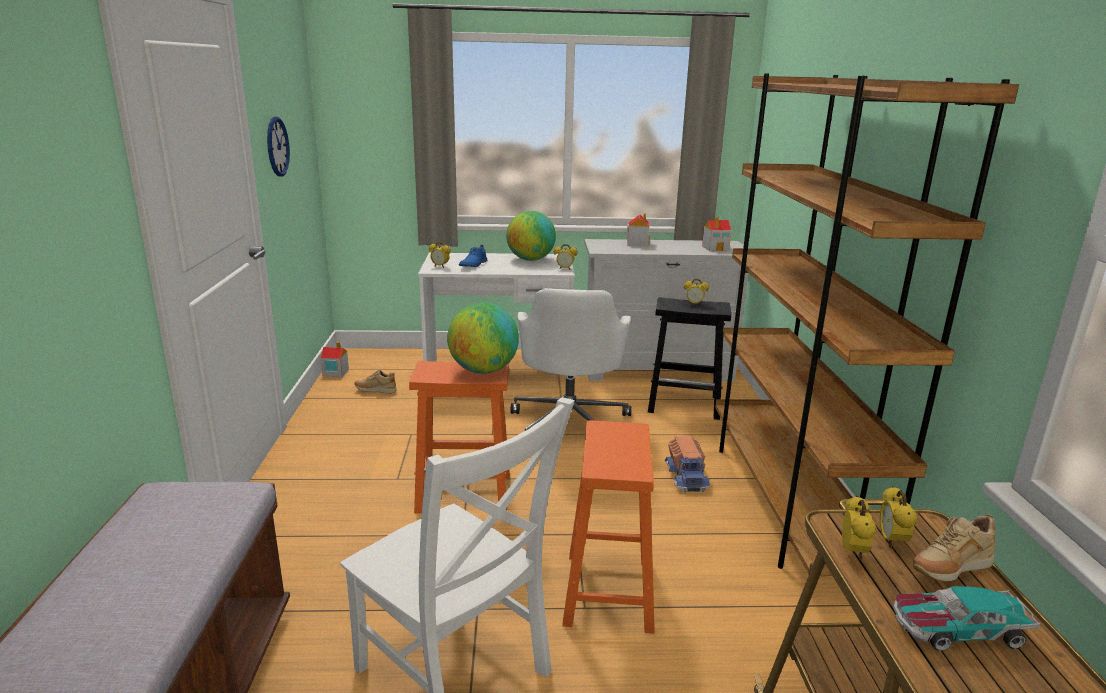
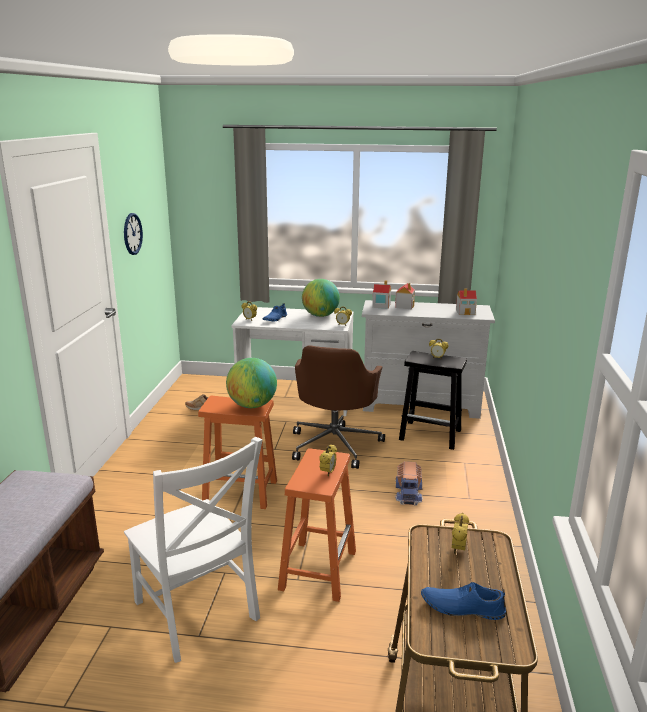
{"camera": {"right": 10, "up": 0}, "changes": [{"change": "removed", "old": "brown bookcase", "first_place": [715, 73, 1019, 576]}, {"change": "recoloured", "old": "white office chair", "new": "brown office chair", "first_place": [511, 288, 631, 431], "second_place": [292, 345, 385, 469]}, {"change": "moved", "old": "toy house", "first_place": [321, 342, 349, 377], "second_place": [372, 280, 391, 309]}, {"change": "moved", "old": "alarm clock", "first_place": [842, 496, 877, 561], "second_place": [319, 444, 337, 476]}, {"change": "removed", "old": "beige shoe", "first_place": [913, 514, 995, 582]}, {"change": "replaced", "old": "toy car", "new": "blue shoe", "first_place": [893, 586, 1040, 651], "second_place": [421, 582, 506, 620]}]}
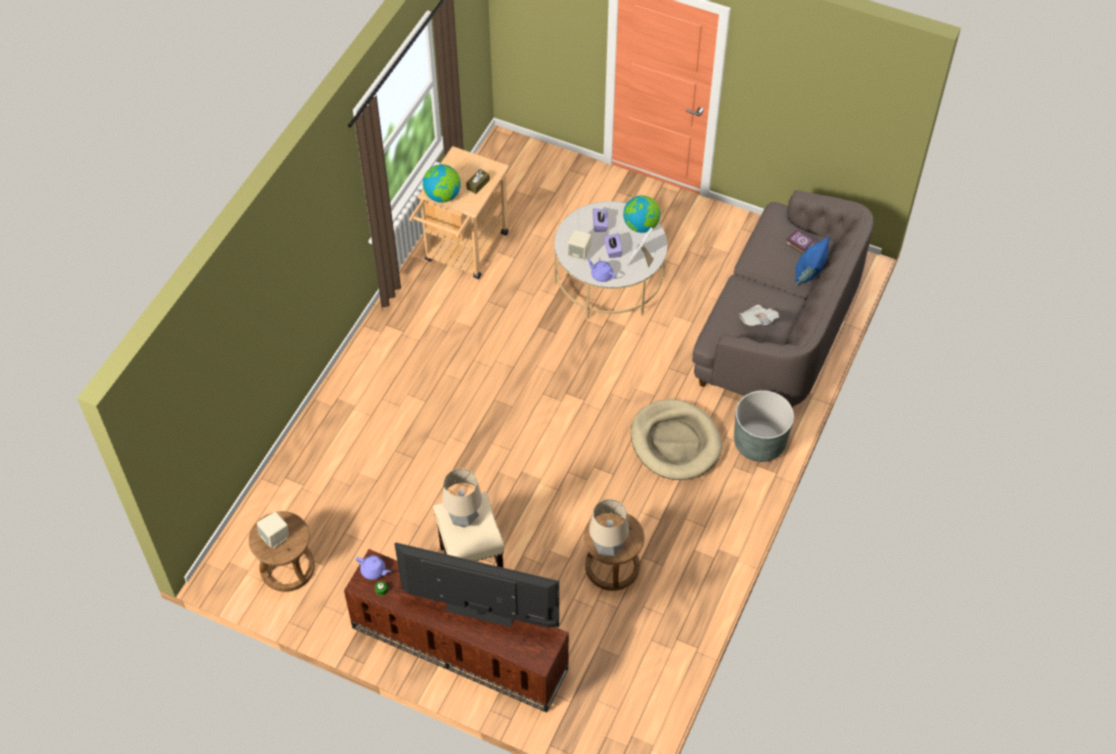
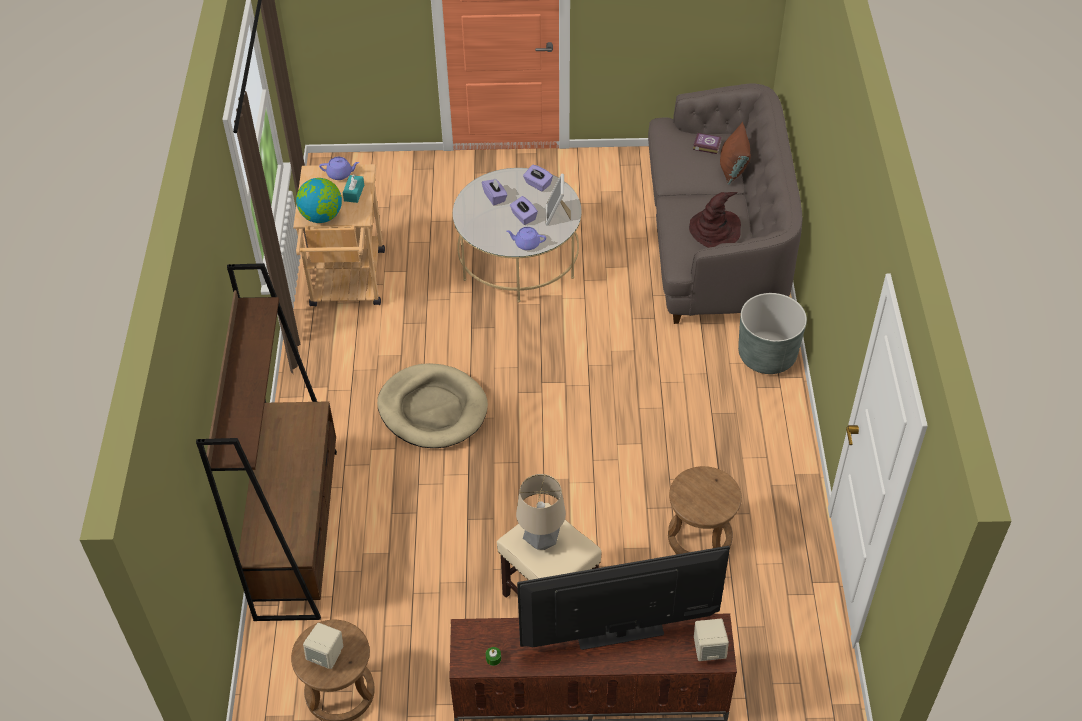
{"camera": {"right": -25, "up": -5}, "changes": [{"change": "recoloured", "old": "brown tissue box", "new": "turquoise tissue box", "first_place": [466, 169, 490, 194], "second_place": [343, 174, 364, 203]}, {"change": "replaced", "old": "globe", "new": "purple tissue box", "first_place": [623, 196, 660, 233], "second_place": [523, 165, 553, 191]}, {"change": "moved", "old": "beige speaker", "first_place": [567, 230, 592, 261], "second_place": [694, 619, 729, 661]}, {"change": "recoloured", "old": "blue pillow", "new": "brown pillow", "first_place": [796, 236, 829, 286], "second_place": [720, 122, 751, 185]}, {"change": "replaced", "old": "newspaper", "new": "brown hat", "first_place": [739, 305, 779, 326], "second_place": [689, 192, 741, 248]}, {"change": "moved", "old": "beige dog bed", "first_place": [631, 399, 722, 480], "second_place": [377, 363, 488, 448]}, {"change": "removed", "old": "table lamp", "first_place": [589, 499, 629, 557]}, {"change": "moved", "old": "purple teapot", "first_place": [356, 555, 391, 580], "second_place": [319, 157, 359, 180]}, {"change": "added", "new": "brown bookcase", "second_place": [196, 263, 337, 621]}]}
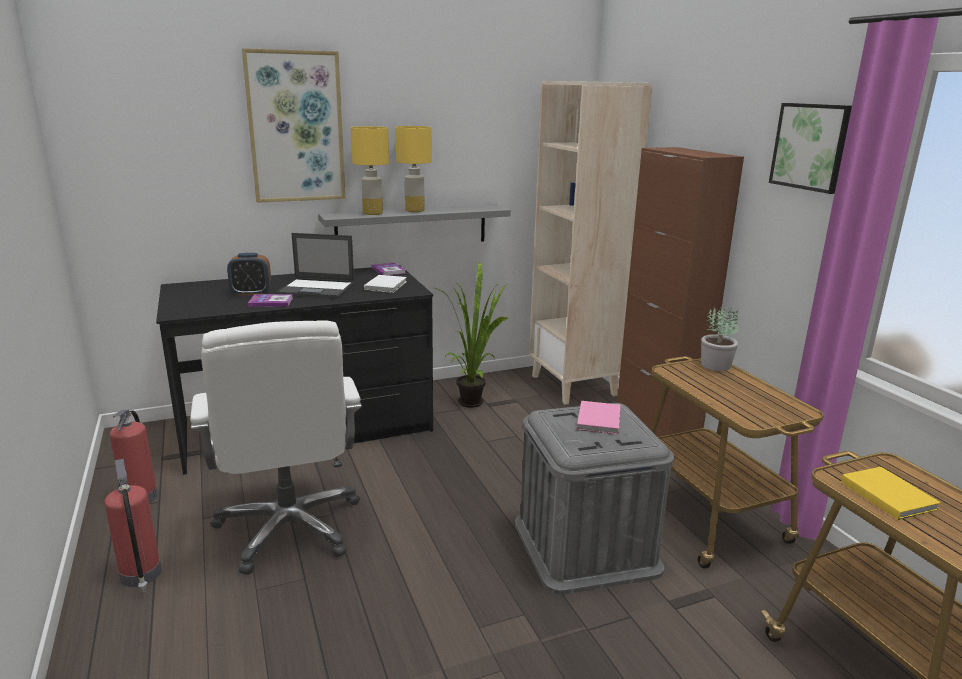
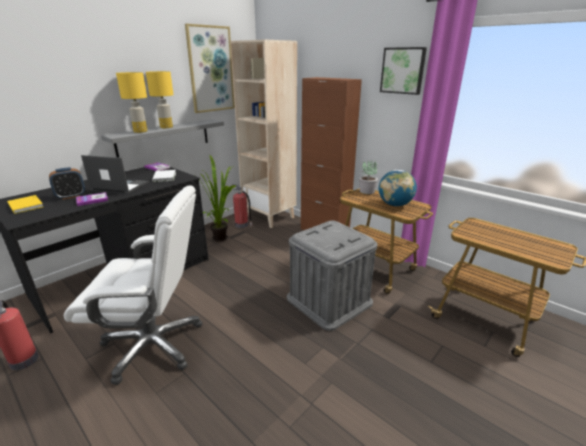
{"camera": {"right": -25, "up": 5}, "changes": [{"change": "moved", "old": "picture", "first_place": [242, 48, 346, 203], "second_place": [185, 24, 235, 113]}, {"change": "turned", "old": "laptop", "first_place": [276, 233, 355, 299], "second_place": [81, 155, 149, 194], "degrees": -150}, {"change": "turned", "old": "white office chair", "first_place": [190, 320, 362, 575], "second_place": [64, 185, 203, 385], "degrees": -45}, {"change": "removed", "old": "pink book", "first_place": [577, 401, 620, 435]}, {"change": "moved", "old": "fire extinguisher", "first_place": [105, 459, 162, 593], "second_place": [232, 184, 252, 228]}, {"change": "moved", "old": "yellow book", "first_place": [841, 467, 941, 520], "second_place": [7, 195, 44, 214]}, {"change": "added", "new": "globe", "second_place": [379, 170, 417, 206]}]}
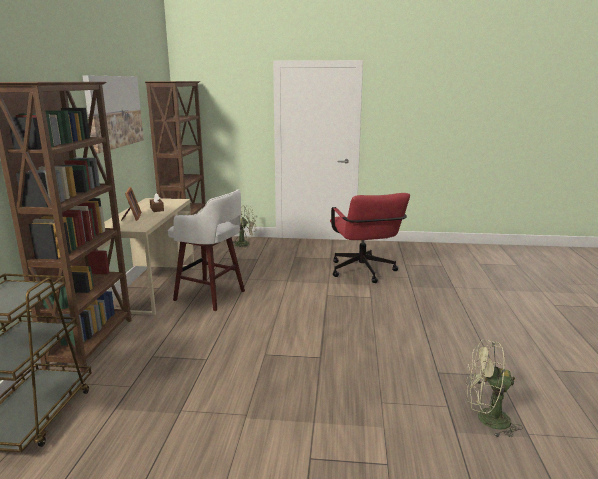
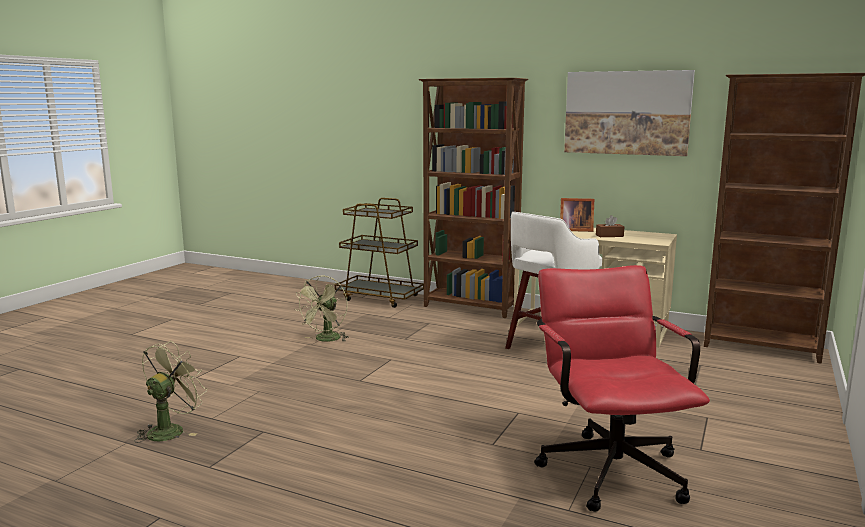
{"camera": {"right": 110, "up": -5}, "changes": [{"change": "turned", "old": "red office chair", "first_place": [330, 193, 410, 283], "second_place": [534, 265, 710, 512], "degrees": 75}, {"change": "moved", "old": "green fan", "first_place": [233, 205, 257, 249], "second_place": [295, 275, 349, 342]}]}
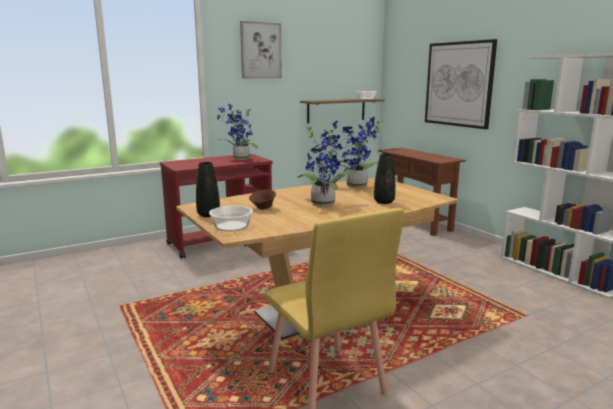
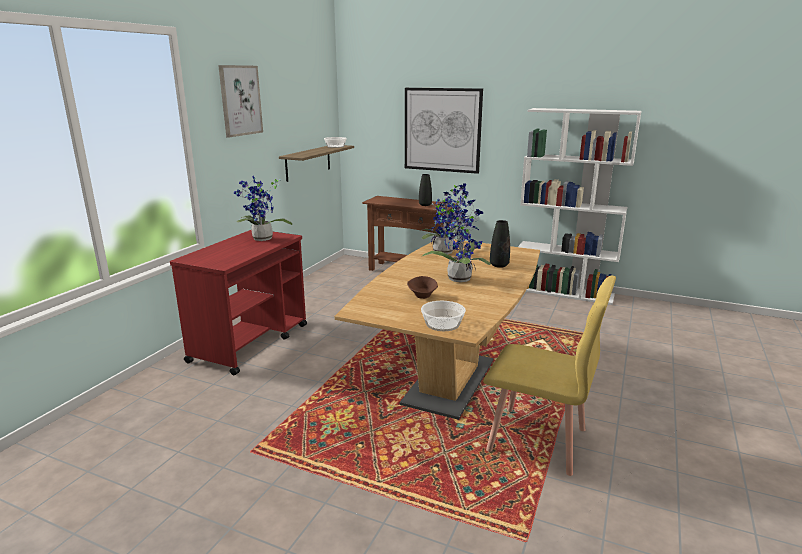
{"camera": {"right": -35, "up": 5}, "changes": [{"change": "moved", "old": "black vase", "first_place": [196, 162, 220, 217], "second_place": [419, 174, 432, 206]}]}
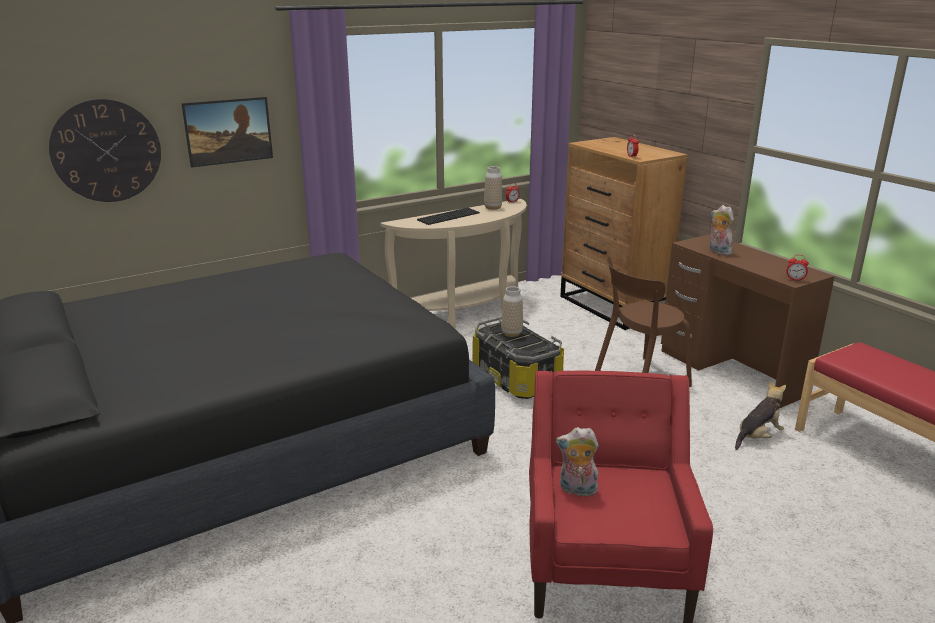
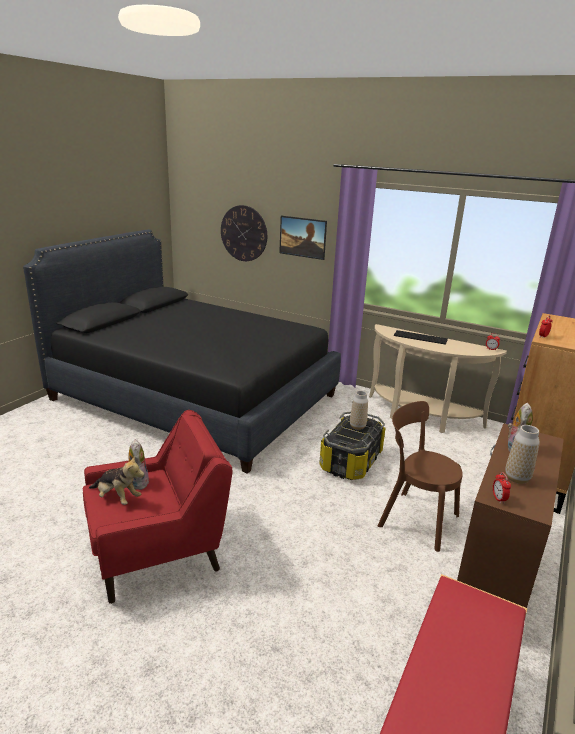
{"camera": {"right": 60, "up": 0}, "changes": [{"change": "moved", "old": "vase", "first_place": [484, 166, 502, 210], "second_place": [505, 425, 540, 484]}, {"change": "moved", "old": "plush toy", "first_place": [735, 381, 786, 450], "second_place": [89, 456, 144, 505]}]}
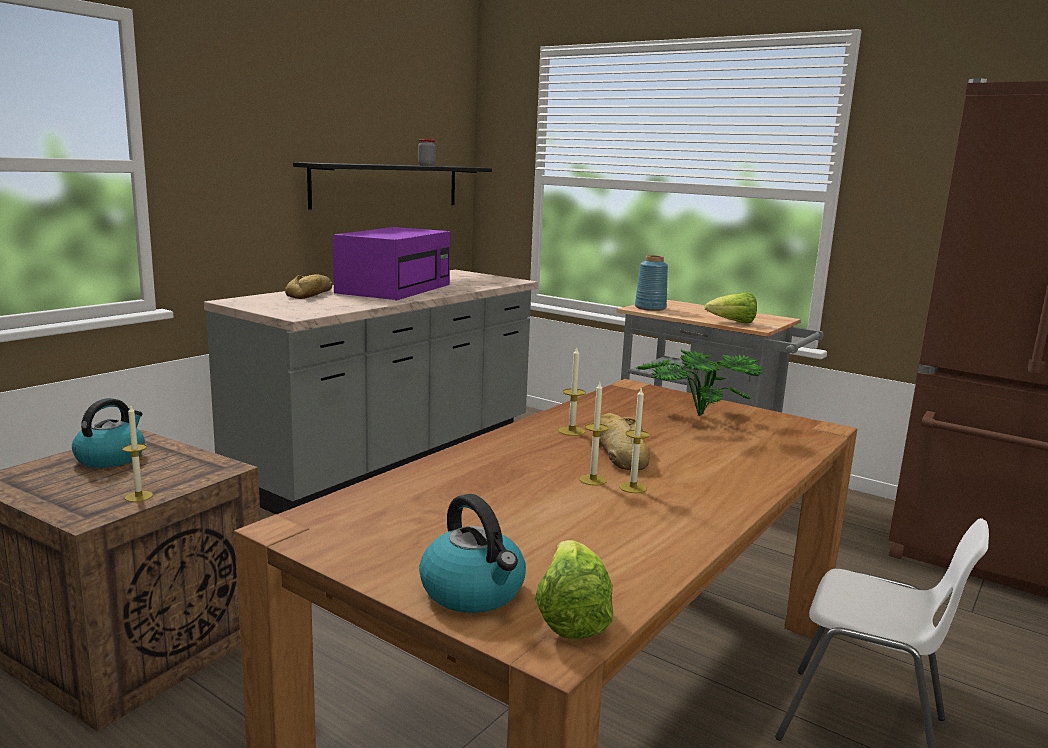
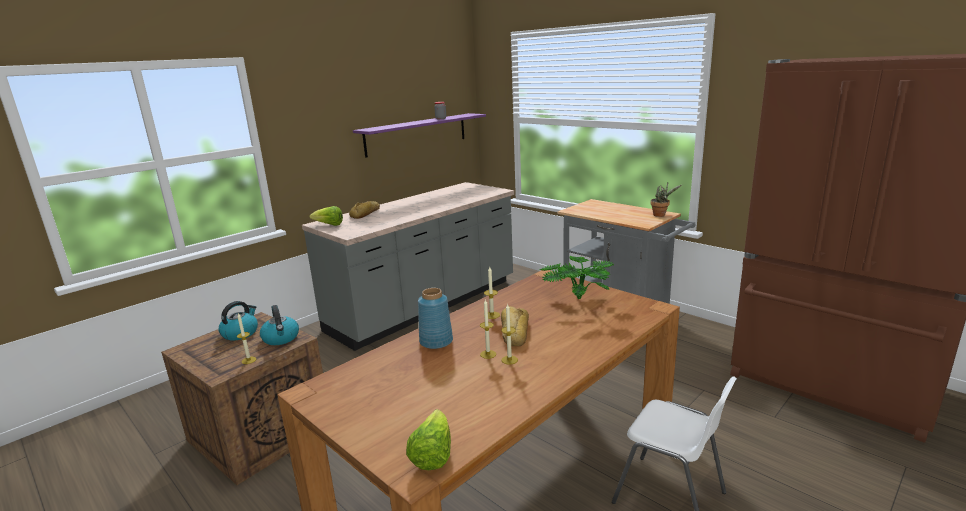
{"camera": {"right": 10, "up": 5}, "changes": [{"change": "recoloured", "old": "black shelf", "new": "purple shelf", "first_place": [293, 162, 492, 210], "second_place": [353, 113, 486, 158]}, {"change": "removed", "old": "purple microwave", "first_place": [333, 227, 451, 301]}, {"change": "moved", "old": "blue vase", "first_place": [635, 255, 668, 311], "second_place": [418, 288, 453, 349]}, {"change": "moved", "old": "lettuce", "first_place": [704, 292, 757, 323], "second_place": [309, 206, 343, 226]}, {"change": "moved", "old": "kettle", "first_place": [419, 494, 526, 613], "second_place": [260, 305, 299, 345]}, {"change": "added", "new": "potted plant", "second_place": [651, 182, 682, 217]}]}
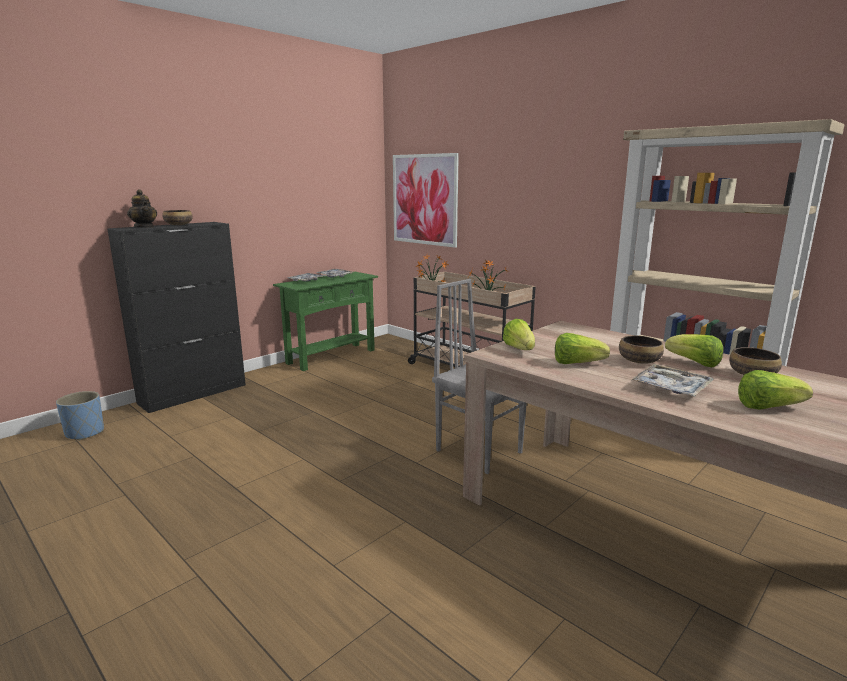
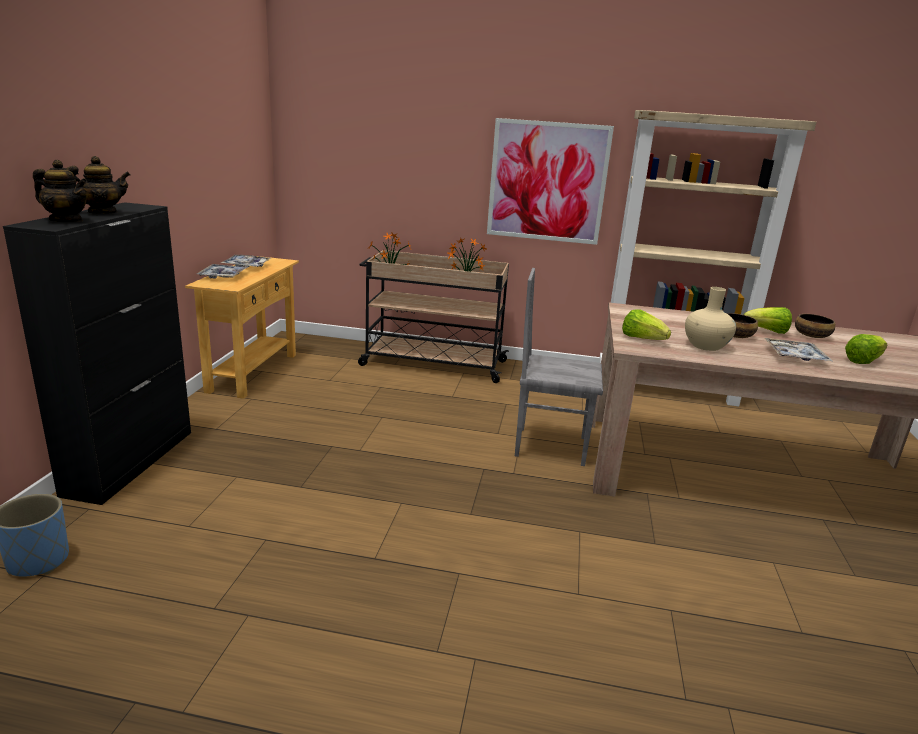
{"camera": {"right": -35, "up": 5}, "changes": [{"change": "moved", "old": "picture", "first_place": [393, 153, 459, 248], "second_place": [487, 118, 614, 245]}, {"change": "replaced", "old": "bowl", "new": "teapot", "first_place": [162, 210, 193, 225], "second_place": [67, 156, 130, 214]}, {"change": "recoloured", "old": "green console table", "new": "beige console table", "first_place": [273, 272, 378, 371], "second_place": [185, 256, 299, 399]}, {"change": "replaced", "old": "lettuce", "new": "beige vase", "first_place": [555, 333, 610, 364], "second_place": [685, 287, 736, 351]}]}
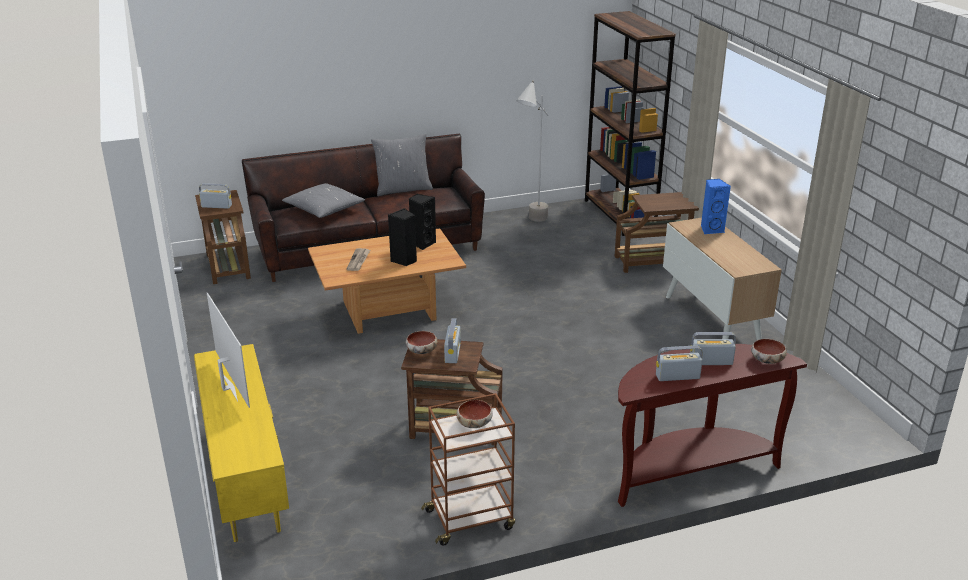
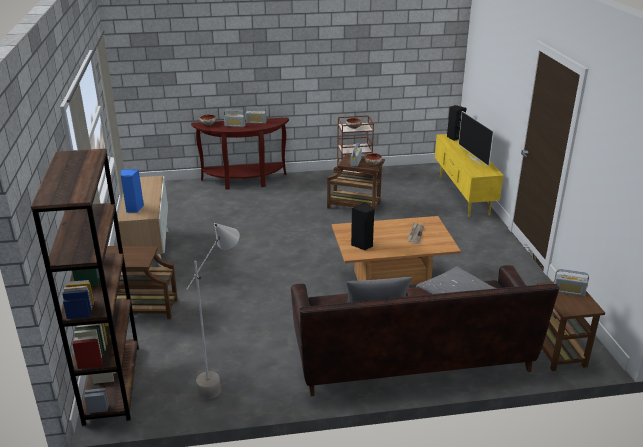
{"camera": {"right": -170, "up": 0}, "changes": [{"change": "moved", "old": "black speaker", "first_place": [388, 208, 417, 266], "second_place": [447, 105, 466, 141]}]}
